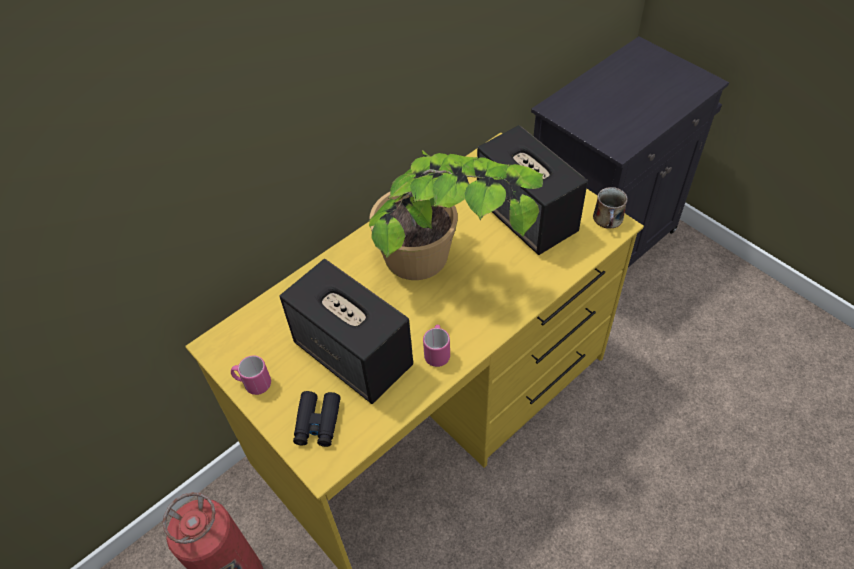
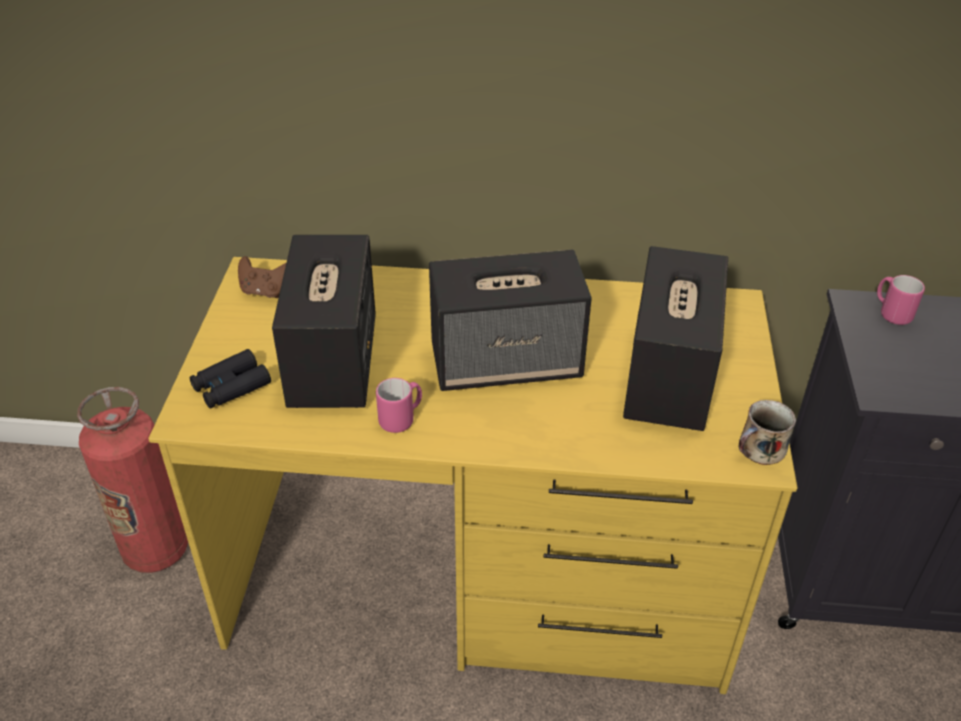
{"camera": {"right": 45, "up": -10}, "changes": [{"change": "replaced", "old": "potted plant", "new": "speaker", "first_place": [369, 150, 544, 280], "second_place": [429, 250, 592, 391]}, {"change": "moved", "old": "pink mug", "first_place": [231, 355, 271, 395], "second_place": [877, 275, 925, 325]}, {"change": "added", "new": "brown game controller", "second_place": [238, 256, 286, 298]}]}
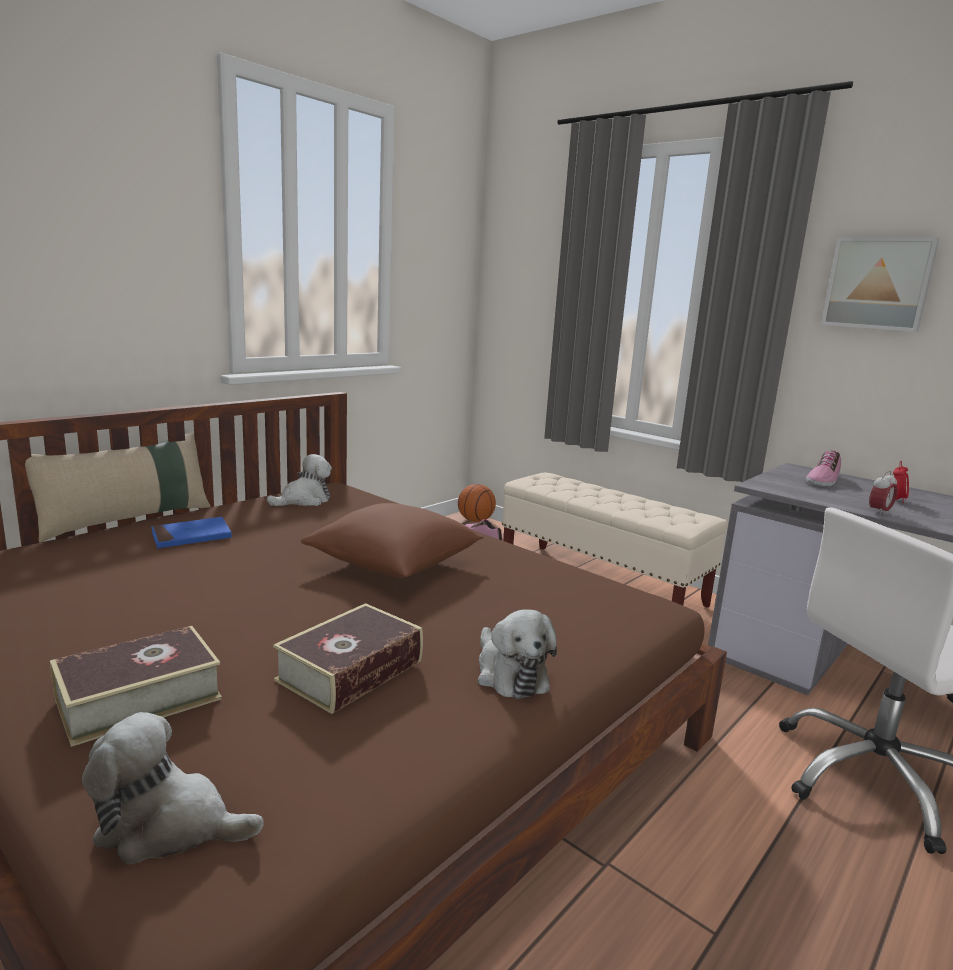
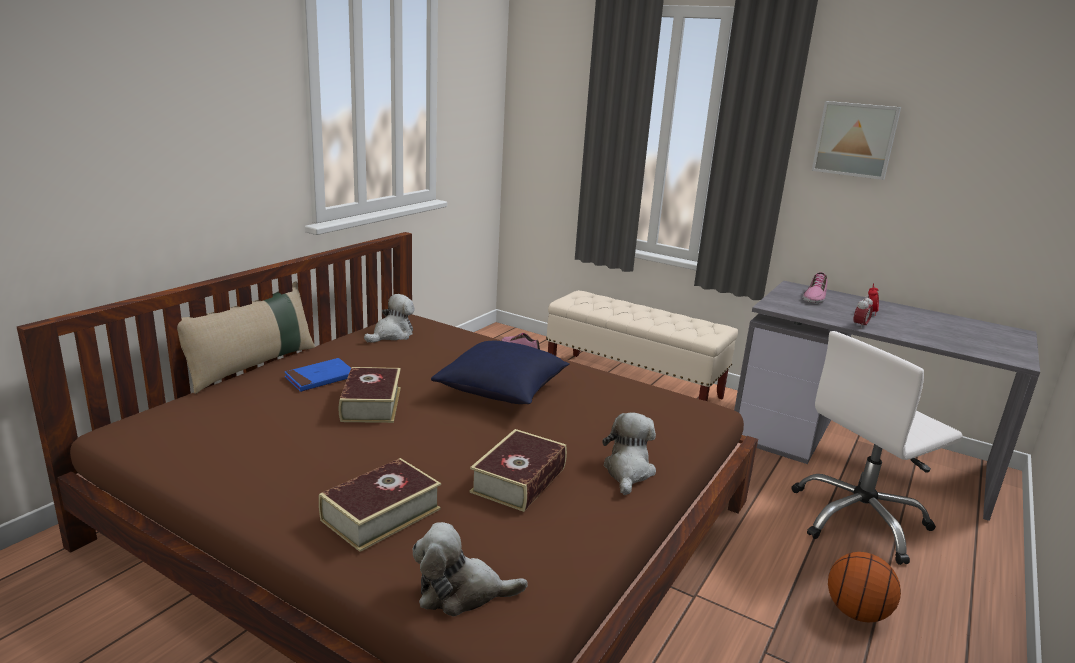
{"camera": {"right": -10, "up": 5}, "changes": [{"change": "moved", "old": "basketball", "first_place": [458, 484, 496, 522], "second_place": [828, 552, 901, 622]}, {"change": "recoloured", "old": "brown pillow", "new": "blue pillow", "first_place": [301, 503, 483, 578], "second_place": [431, 341, 570, 404]}, {"change": "turned", "old": "plush toy", "first_place": [478, 609, 557, 699], "second_place": [602, 413, 656, 495], "degrees": -135}, {"change": "added", "new": "book", "second_place": [339, 367, 401, 423]}]}
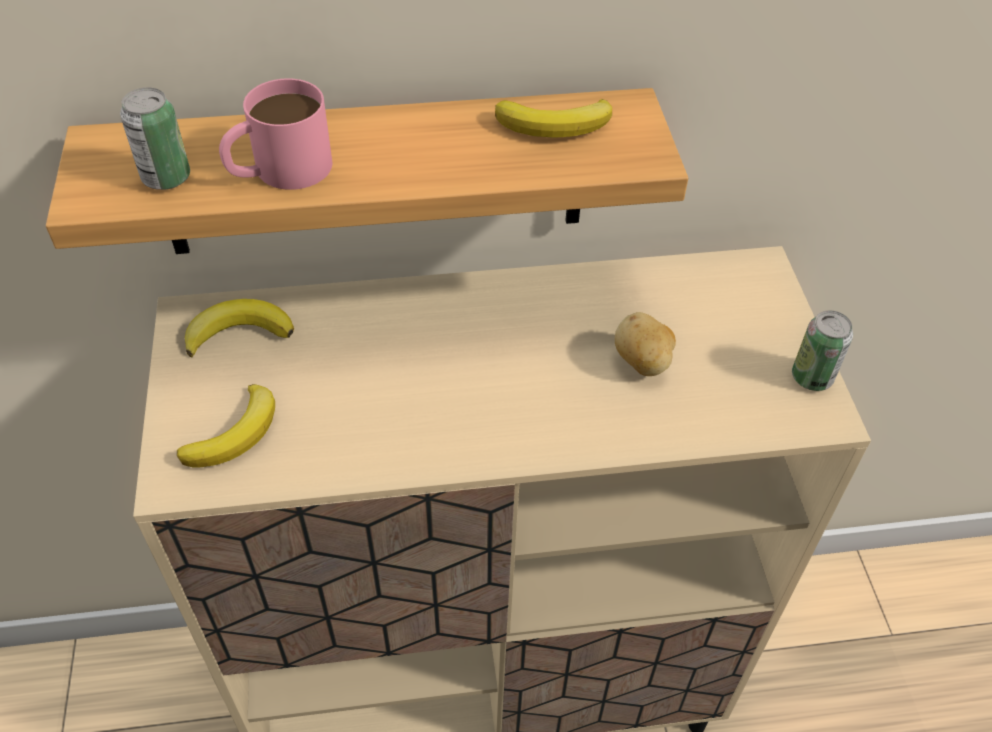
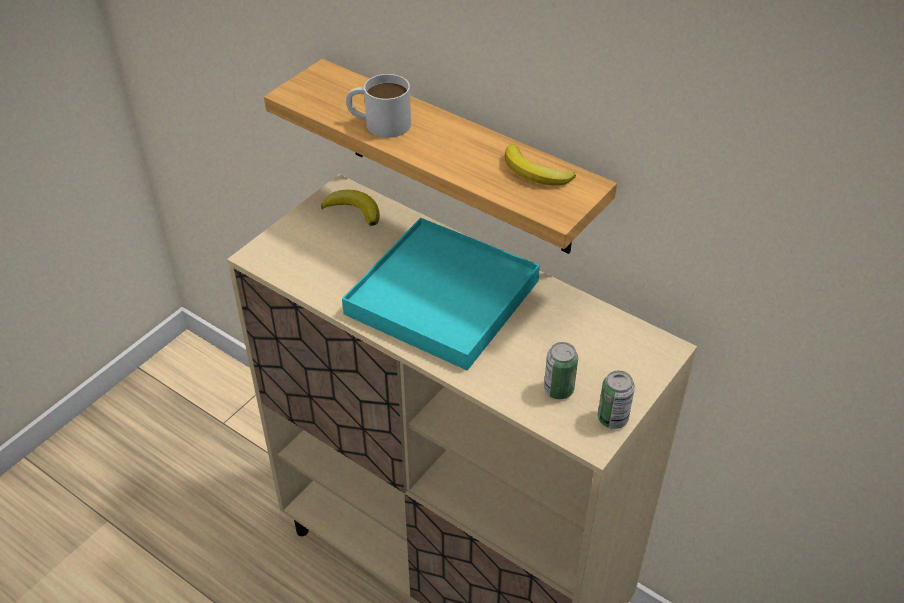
{"camera": {"right": 45, "up": -5}, "changes": [{"change": "recoloured", "old": "pink mug", "new": "white mug", "first_place": [219, 78, 332, 190], "second_place": [346, 74, 411, 138]}, {"change": "moved", "old": "can", "first_place": [120, 87, 190, 190], "second_place": [544, 342, 578, 399]}, {"change": "removed", "old": "potato", "first_place": [615, 312, 676, 376]}, {"change": "removed", "old": "banana", "first_place": [177, 384, 275, 467]}, {"change": "added", "new": "turquoise tray", "second_place": [342, 218, 540, 371]}]}
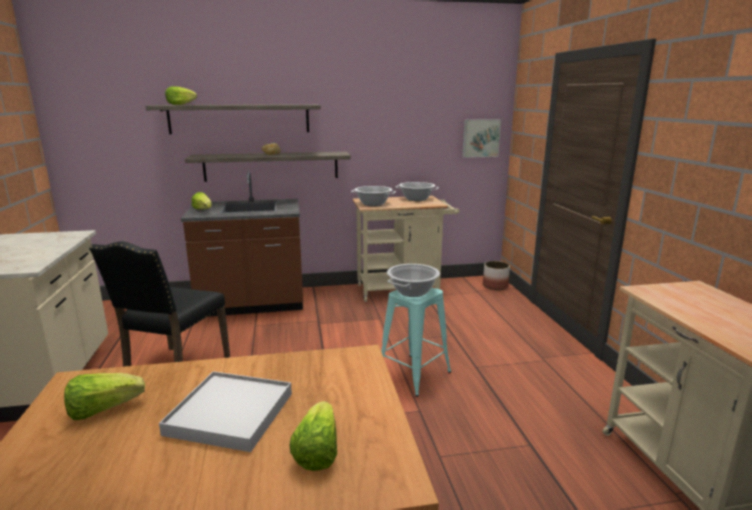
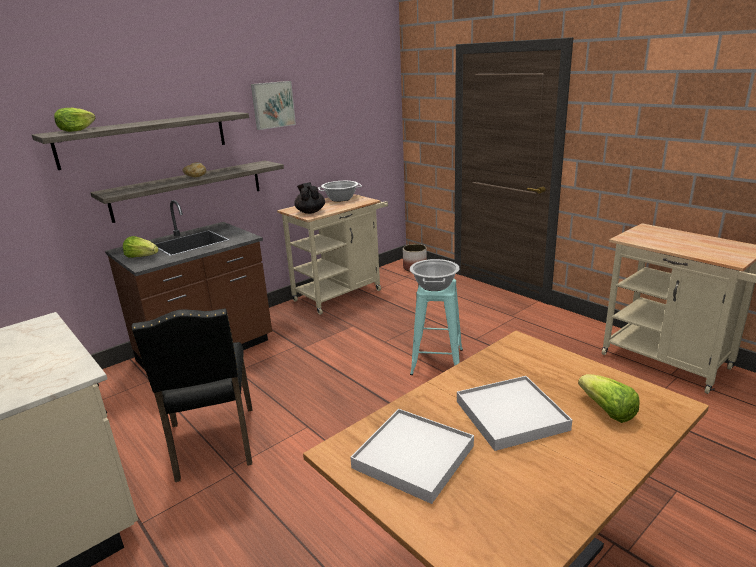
{"camera": {"right": -30, "up": 5}, "changes": [{"change": "moved", "old": "picture", "first_place": [462, 119, 501, 158], "second_place": [251, 81, 296, 130]}, {"change": "replaced", "old": "cooking pot", "new": "black teapot", "first_place": [351, 186, 396, 206], "second_place": [294, 182, 325, 214]}, {"change": "replaced", "old": "lettuce", "new": "white tray", "first_place": [64, 373, 145, 420], "second_place": [350, 409, 474, 504]}]}
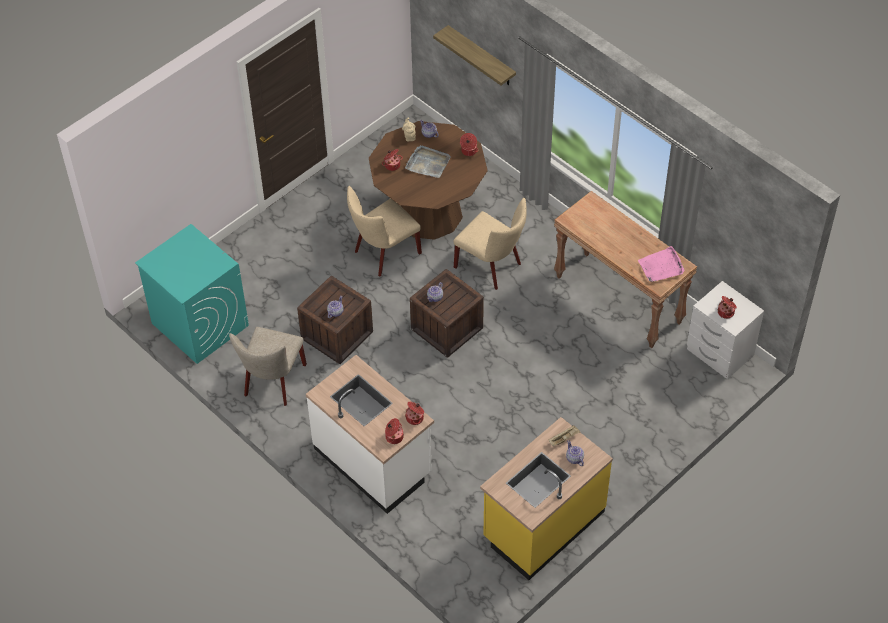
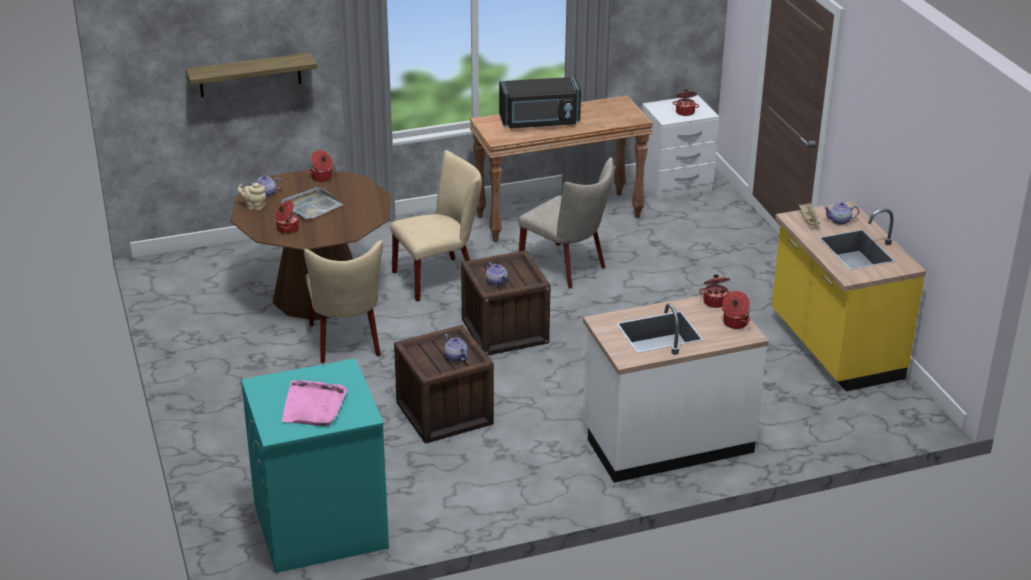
{"camera": {"right": -65, "up": -20}, "changes": [{"change": "moved", "old": "pink tray", "first_place": [638, 246, 684, 282], "second_place": [282, 380, 347, 426]}, {"change": "moved", "old": "beige chair", "first_place": [229, 327, 307, 406], "second_place": [518, 157, 614, 289]}, {"change": "added", "new": "black microwave", "second_place": [499, 77, 581, 128]}]}
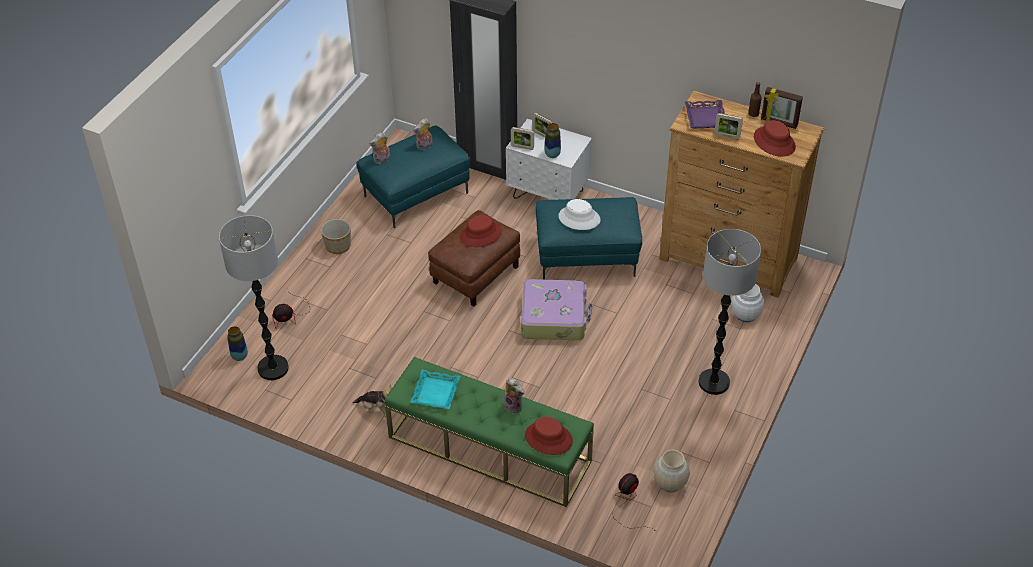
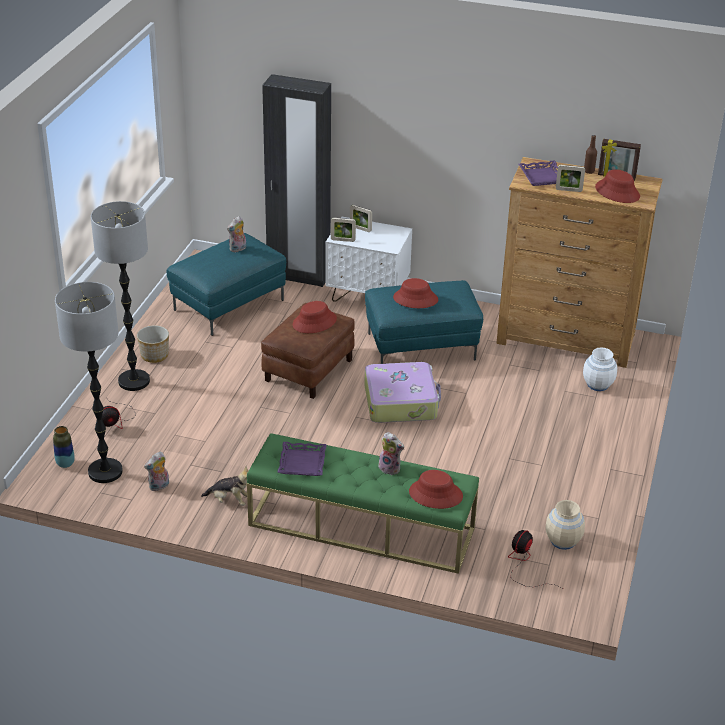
{"camera": {"right": -10, "up": -10}, "changes": [{"change": "removed", "old": "vase", "first_place": [544, 123, 561, 158]}, {"change": "moved", "old": "plush toy", "first_place": [369, 132, 390, 164], "second_place": [144, 451, 169, 491]}, {"change": "recoloured", "old": "white hat", "new": "red hat", "first_place": [558, 199, 601, 230], "second_place": [393, 278, 438, 308]}, {"change": "moved", "old": "floor lamp", "first_place": [698, 229, 761, 395], "second_place": [91, 201, 150, 391]}, {"change": "recoloured", "old": "turquoise tray", "new": "purple tray", "first_place": [410, 370, 460, 409], "second_place": [277, 442, 327, 476]}]}
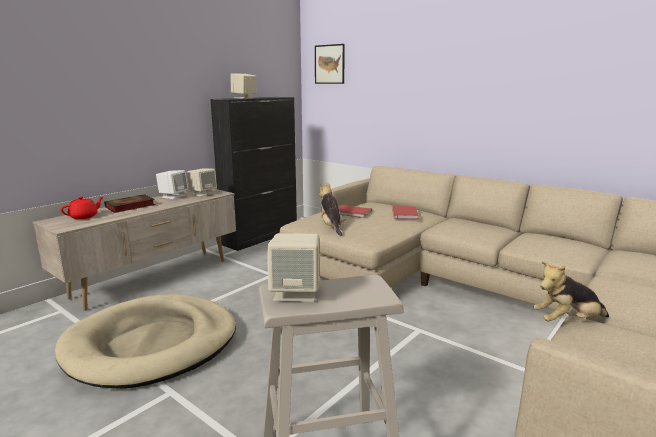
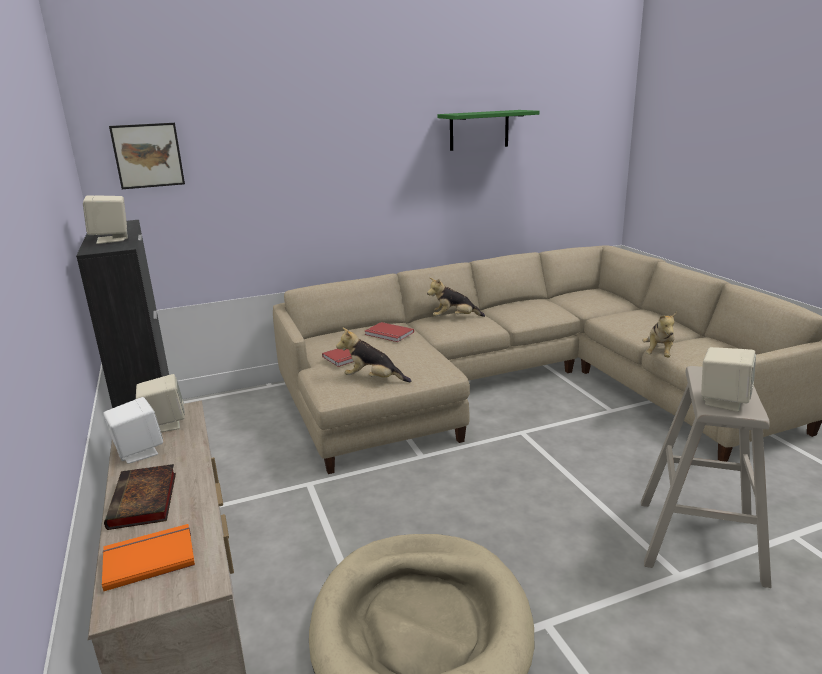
{"camera": {"right": -60, "up": 5}, "changes": [{"change": "replaced", "old": "red teapot", "new": "orange book", "first_place": [60, 196, 103, 219], "second_place": [102, 524, 195, 591]}, {"change": "added", "new": "green shelf", "second_place": [438, 110, 540, 151]}, {"change": "added", "new": "plush toy", "second_place": [427, 278, 485, 317]}]}
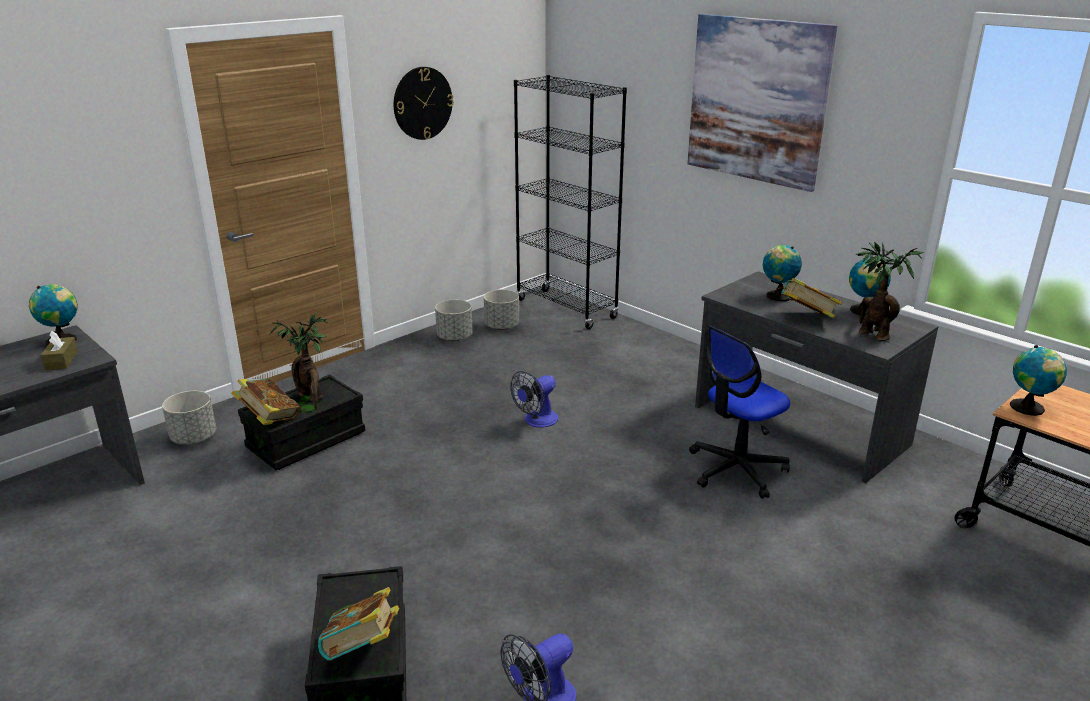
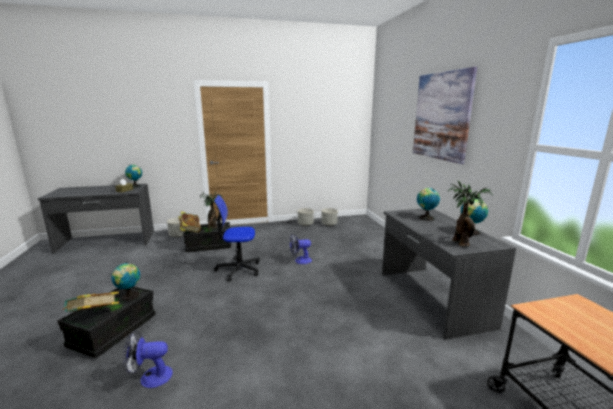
{"camera": {"right": 30, "up": -10}, "changes": [{"change": "removed", "old": "wall clock", "first_place": [394, 67, 454, 140]}, {"change": "removed", "old": "black bookcase", "first_place": [514, 75, 627, 329]}, {"change": "removed", "old": "book", "first_place": [778, 278, 842, 318]}, {"change": "moved", "old": "office chair", "first_place": [689, 326, 790, 499], "second_place": [214, 195, 260, 281]}, {"change": "moved", "old": "globe", "first_place": [1010, 345, 1067, 416], "second_place": [111, 262, 140, 301]}]}
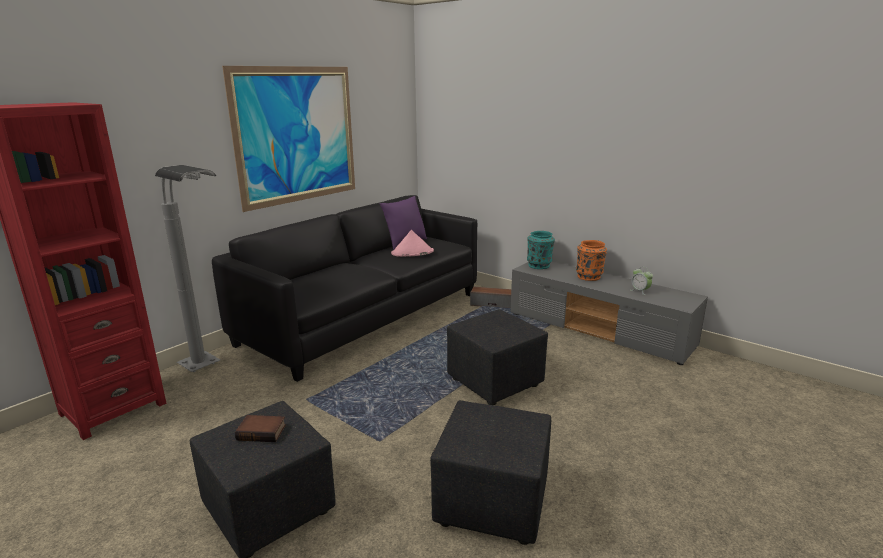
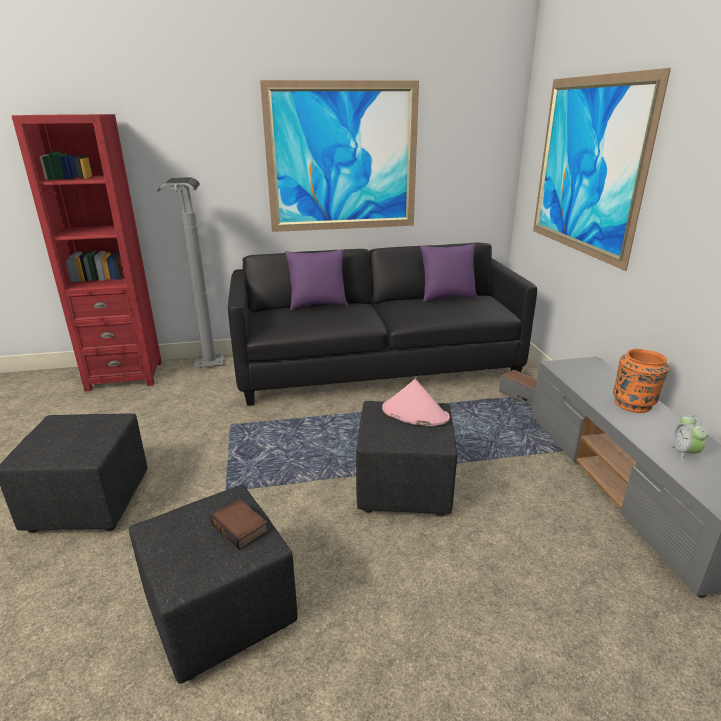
{"camera": {"right": 40, "up": 5}, "changes": [{"change": "moved", "old": "pink hat", "first_place": [391, 230, 434, 257], "second_place": [382, 379, 450, 426]}, {"change": "removed", "old": "turquoise vase", "first_place": [527, 231, 555, 269]}, {"change": "moved", "old": "book", "first_place": [235, 415, 286, 442], "second_place": [210, 499, 268, 550]}, {"change": "added", "new": "picture", "second_place": [533, 68, 671, 271]}, {"change": "added", "new": "purple pillow", "second_place": [285, 249, 348, 310]}]}
